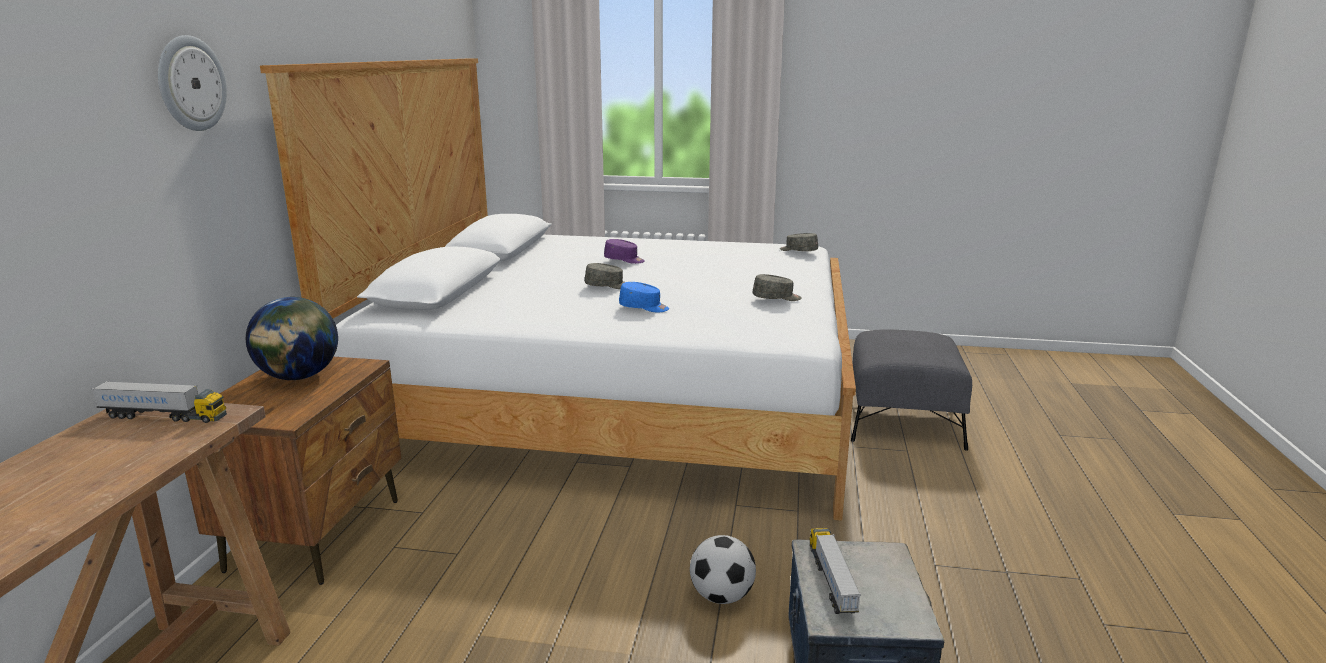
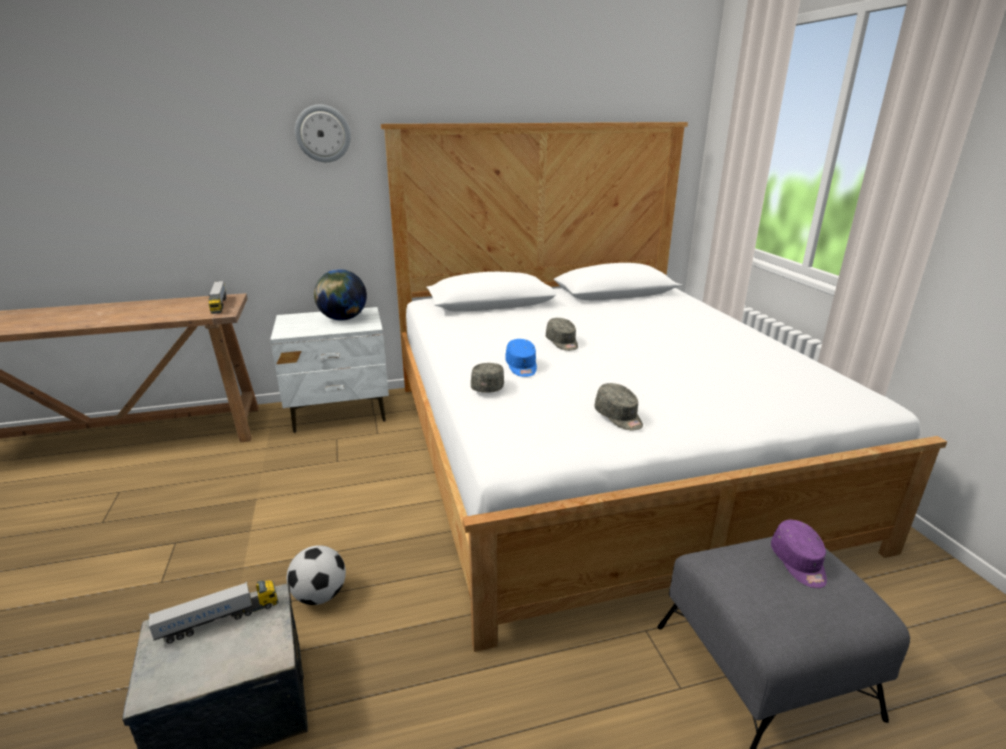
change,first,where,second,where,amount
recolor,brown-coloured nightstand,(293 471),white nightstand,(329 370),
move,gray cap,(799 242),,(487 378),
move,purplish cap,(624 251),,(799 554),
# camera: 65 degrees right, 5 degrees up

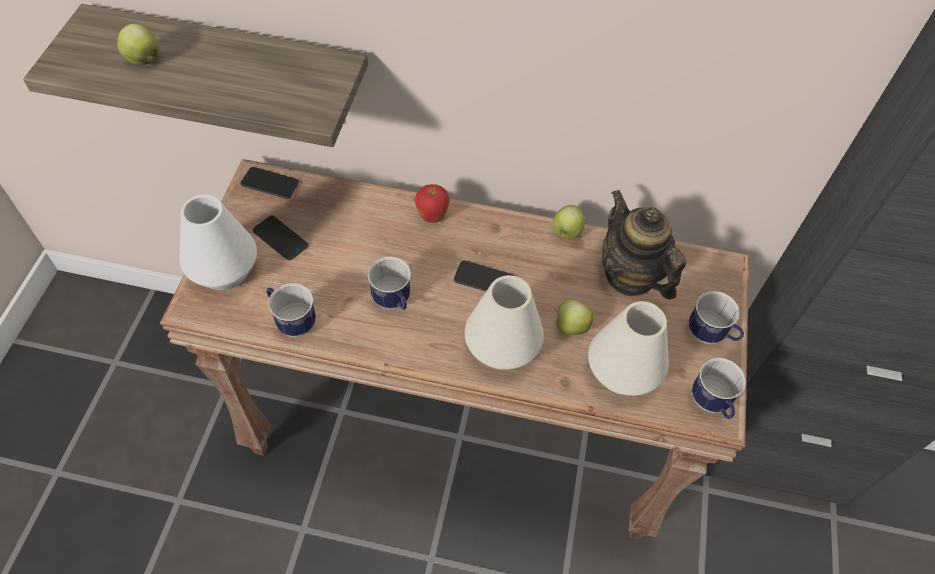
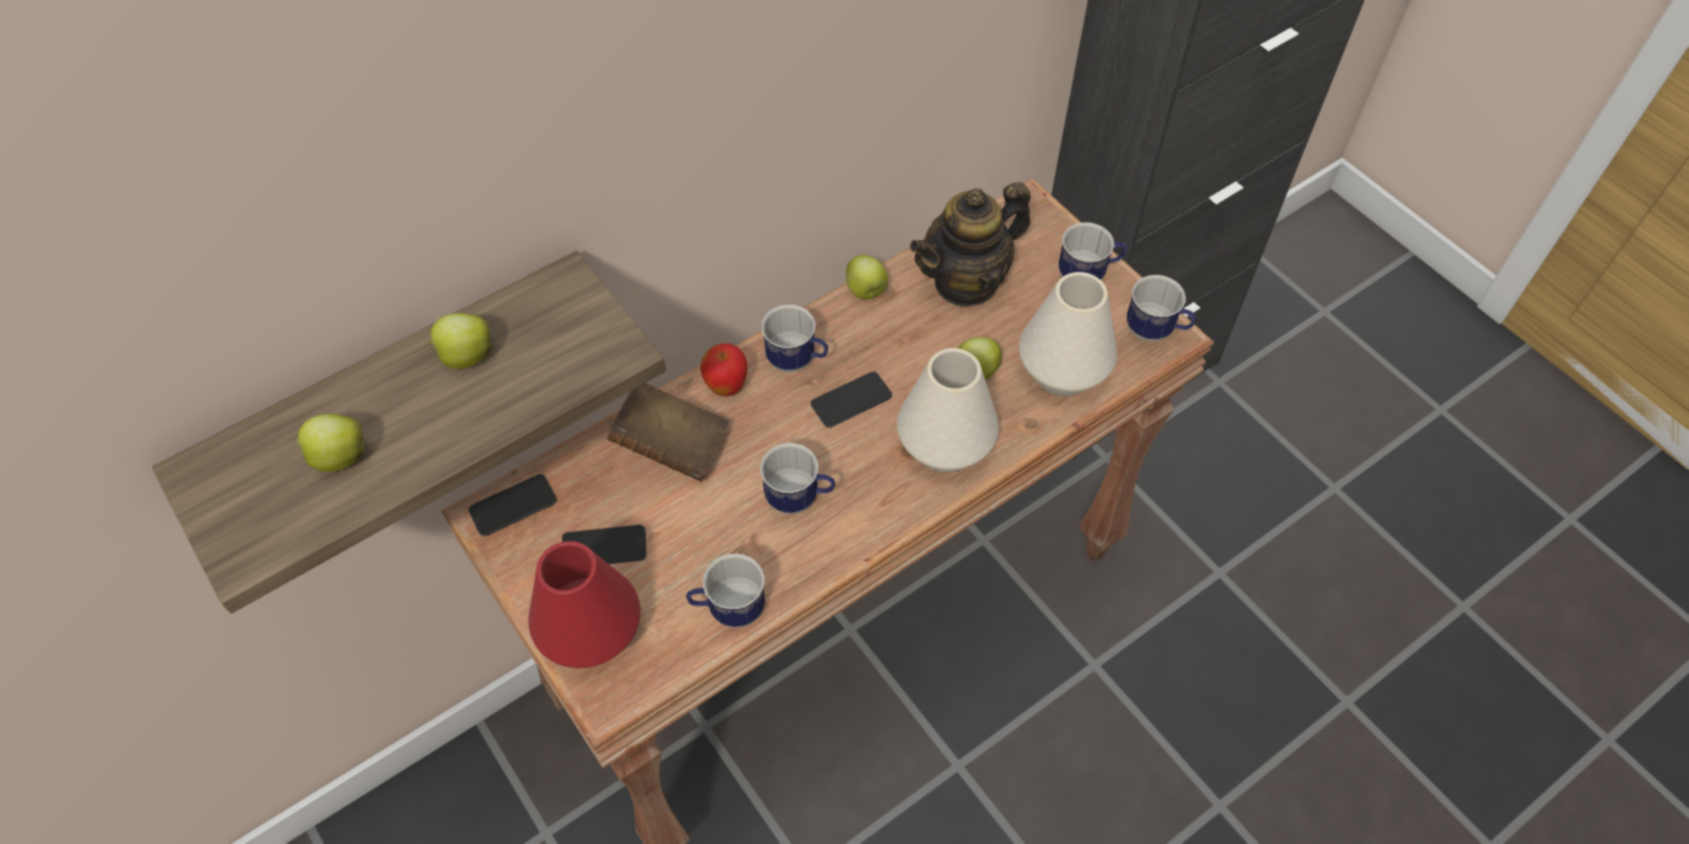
change,first,where,second,where,amount
insert,,,apple fruit,(459 341),
recolor,white flower vase,(218 242),red-coloured flower vase,(584 604),
insert,,,brown-coloured book,(668 432),
insert,,,coffee mug,(794 338),
rotate,teapot,(644 245),,(970 244),45 degrees counterclockwise
# camera: 45 degrees left, 0 degrees up

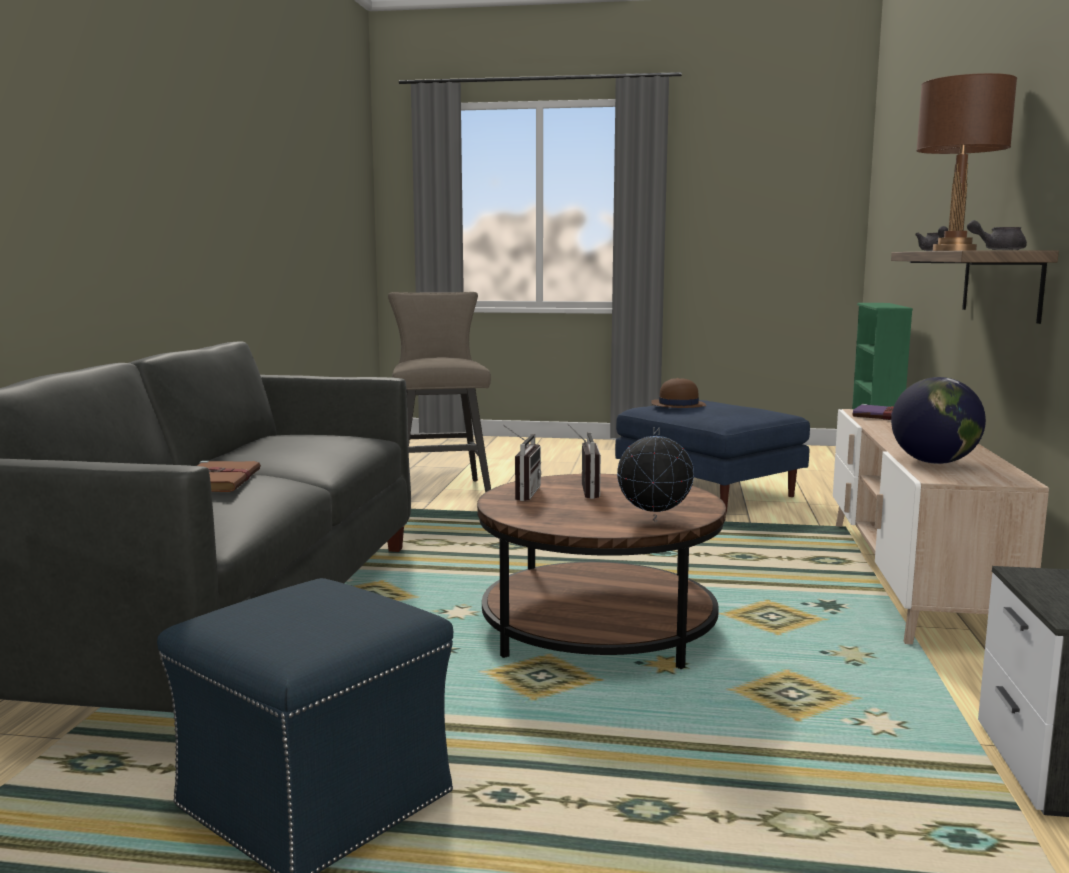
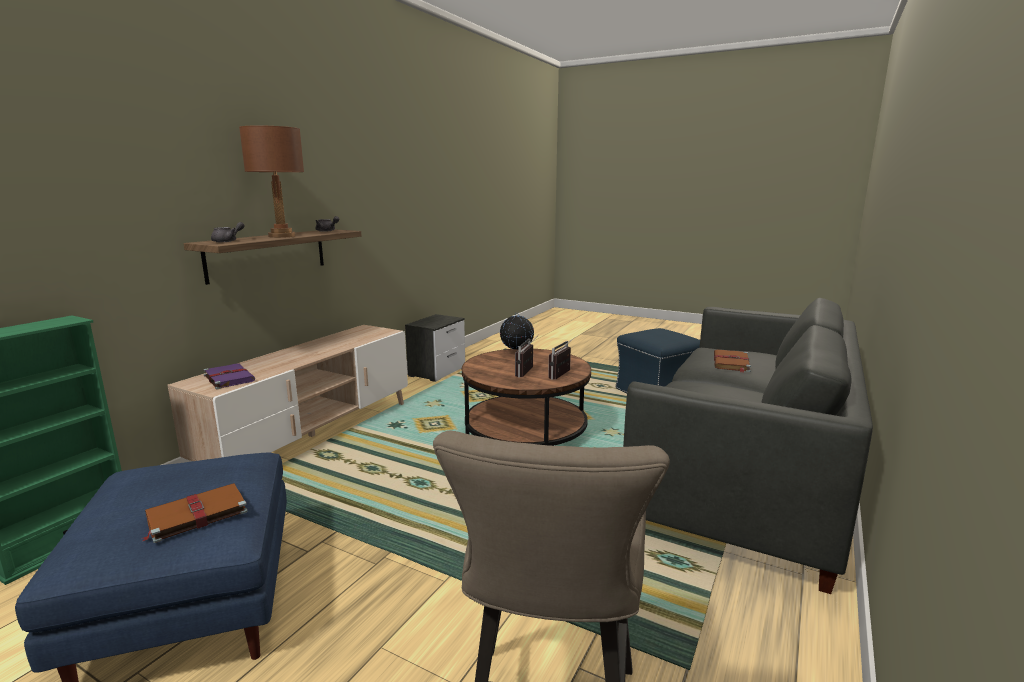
change,first,where,second,where,amount
replace,brown-coloured wearable hat,(678 393),brown-coloured book,(195 513),
delete,desk globe,(938 420),,,
# camera: 160 degrees left, 5 degrees up

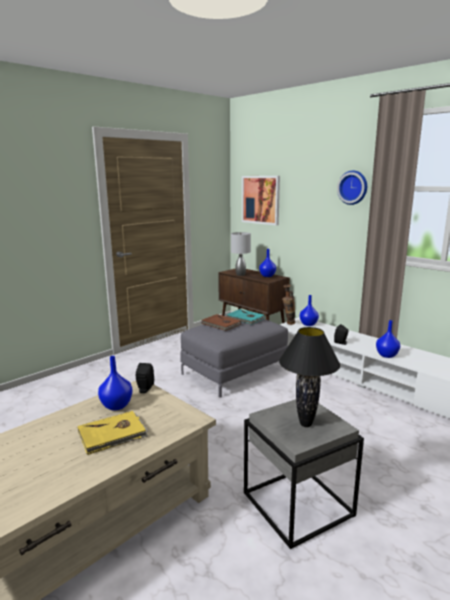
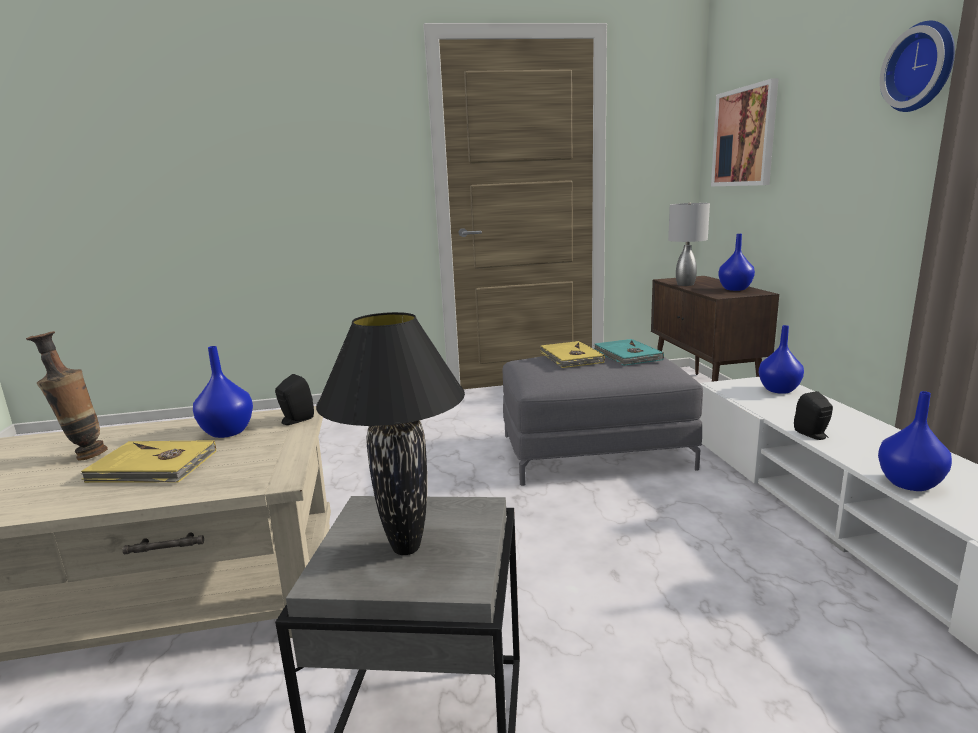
change,first,where,second,where,amount
move,flower vase,(288 304),,(67 396),
recolor,brown-coloured book,(221 322),yellow-coloured book,(572 354),
# camera: 35 degrees right, 0 degrees up

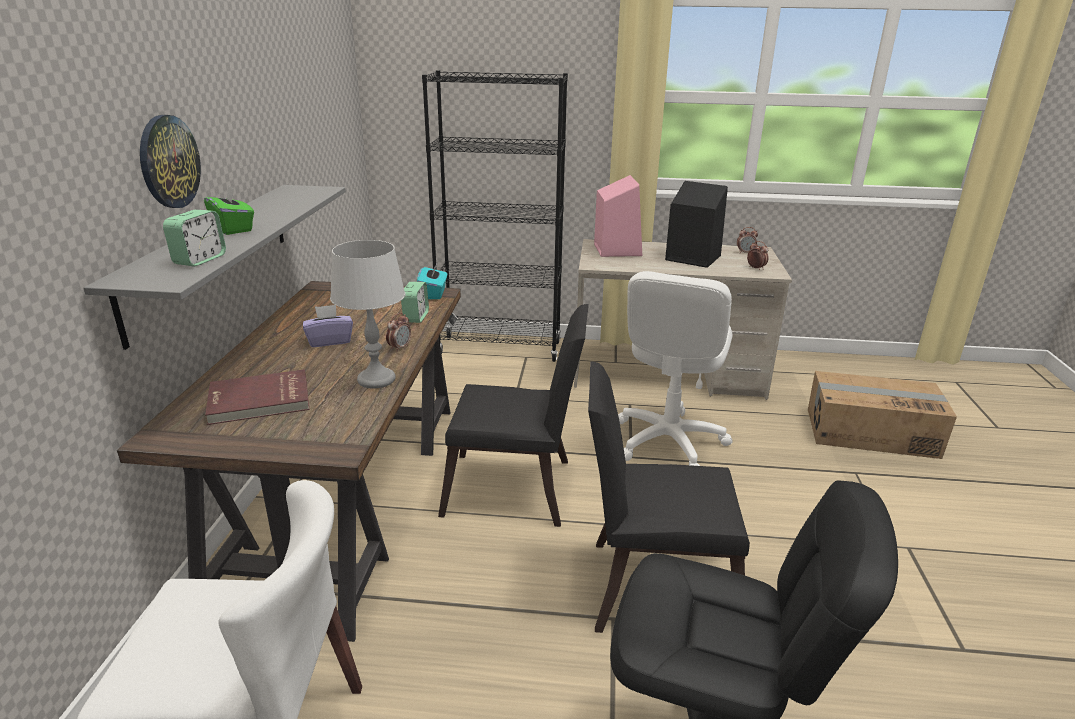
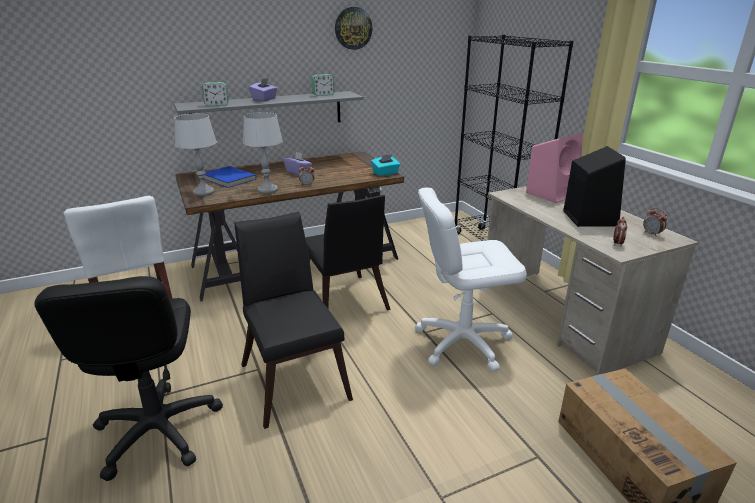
change,first,where,second,where,amount
insert,,,gray table lamp,(195 155),
recolor,red-coloured book,(257 397),blue book,(229 177),
recolor,greenish box of tissues,(229 210),purplish box of tissues,(263 89),
move,alarm clock,(415 302),,(323 85),
move,clock on the wall,(170 161),,(353 28),
# camera: 60 degrees right, 0 degrees up

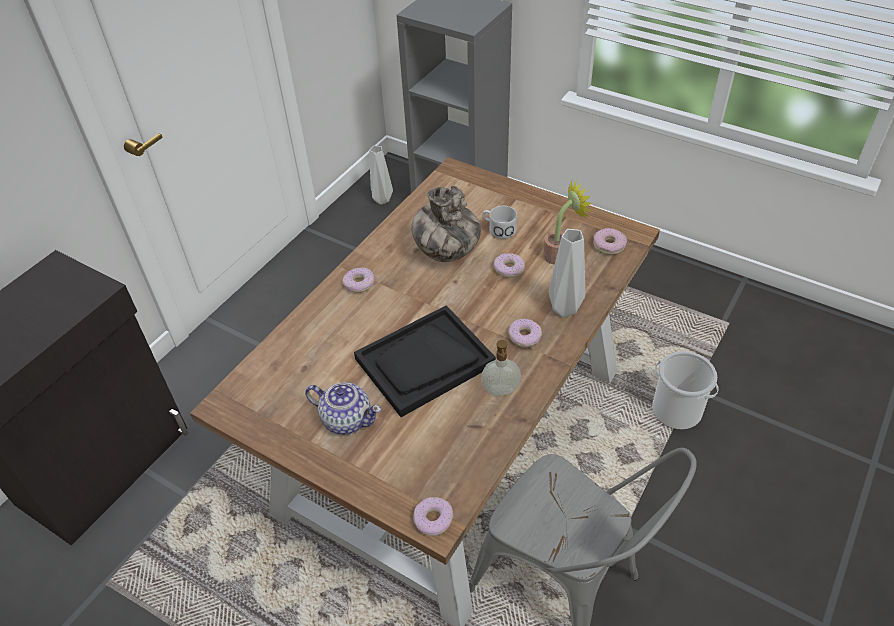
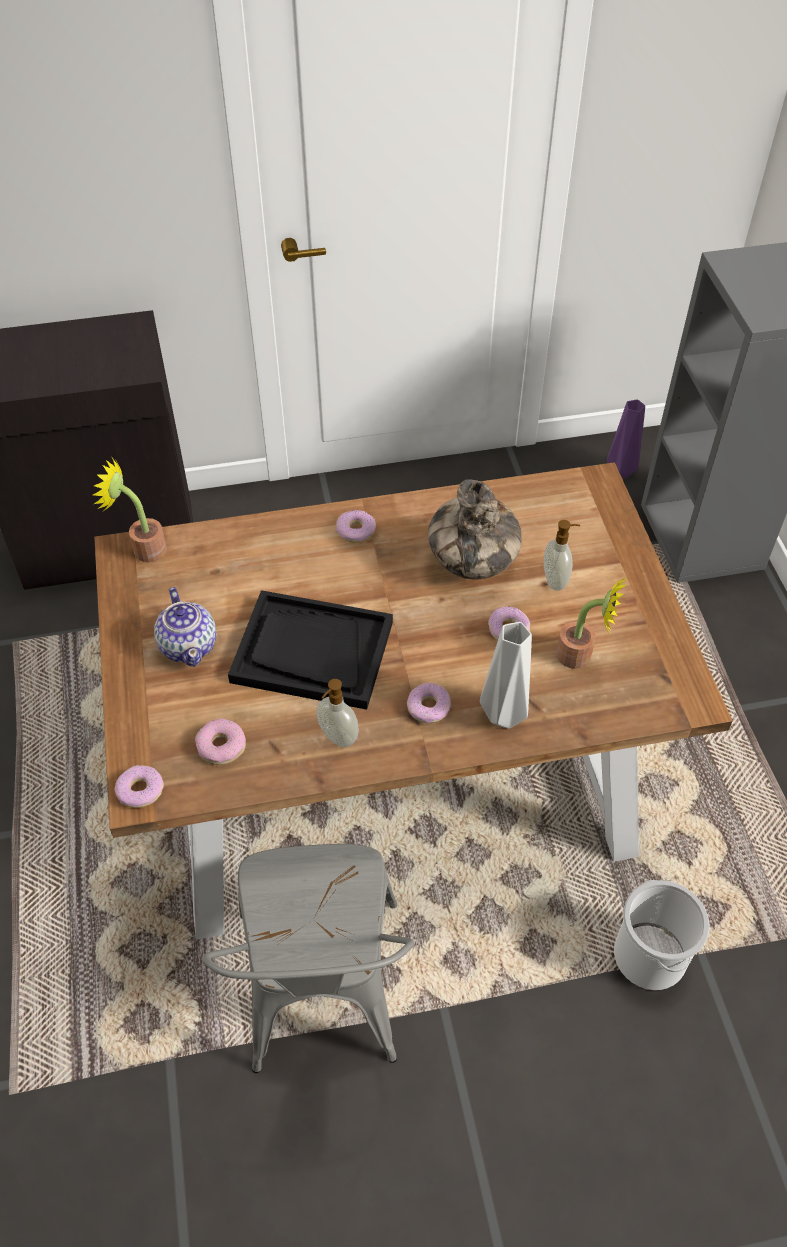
change,first,where,second,where,amount
insert,,,potted plant,(130 509),
move,donut,(610 241),,(220 741),
replace,white coffee mug,(499 222),soap dispenser,(562 555),
recolor,gray flower vase,(381 175),purplish flower vase,(626 438),
# camera: 45 degrees right, 5 degrees up

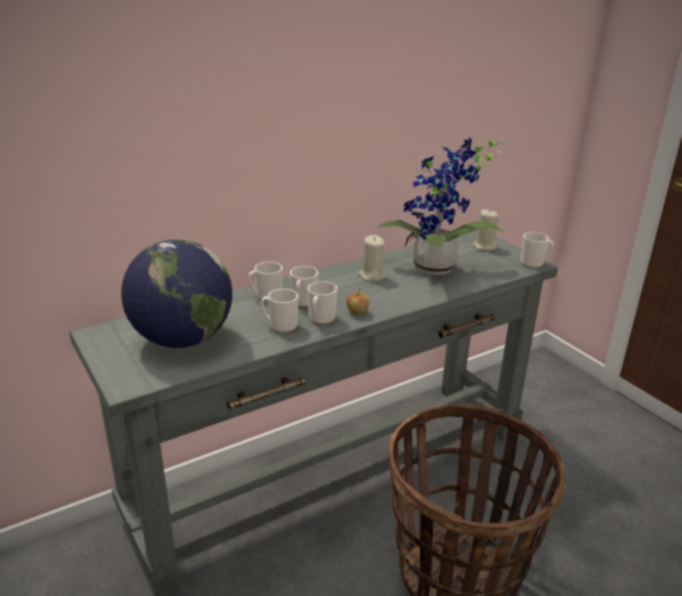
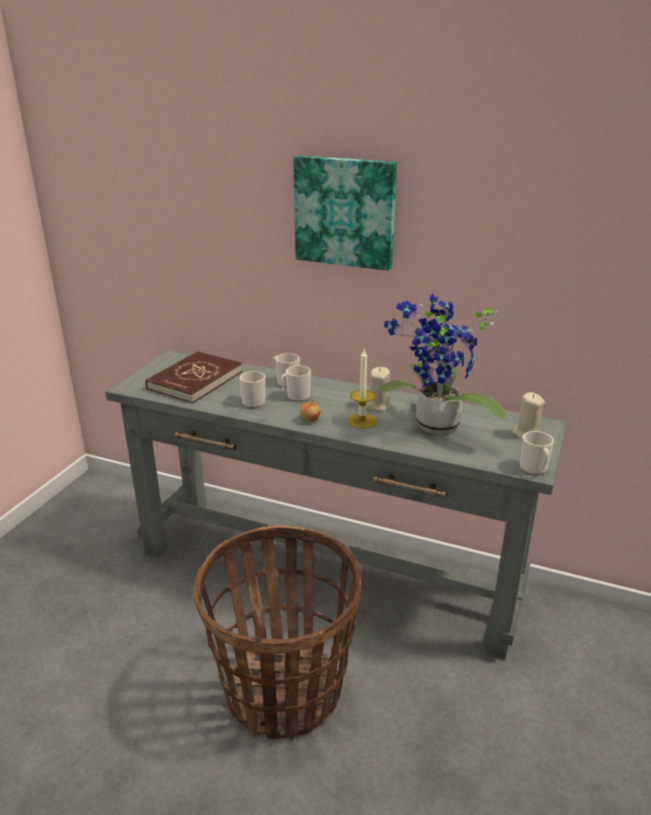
change,first,where,second,where,amount
replace,desk globe,(176 293),red-coloured book,(194 377),
insert,,,wall art,(345 213),
insert,,,candle,(362 388),
delete,coffee mug,(322 302),,,
# camera: 55 degrees right, 0 degrees up

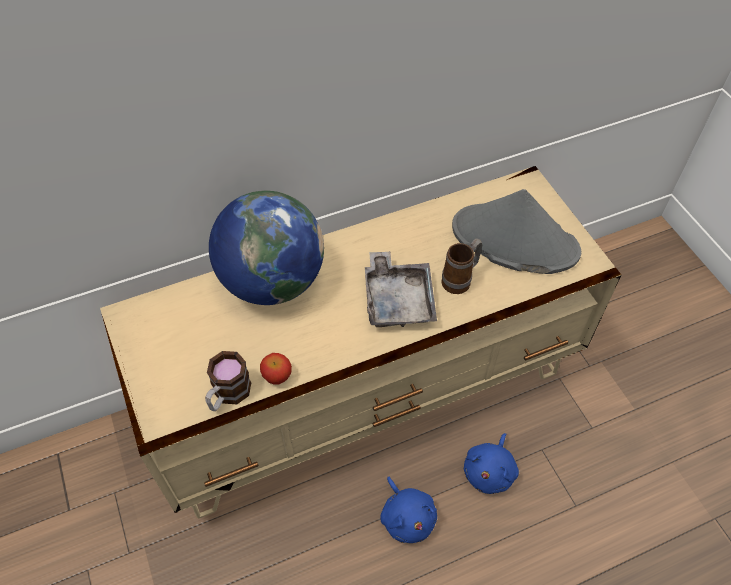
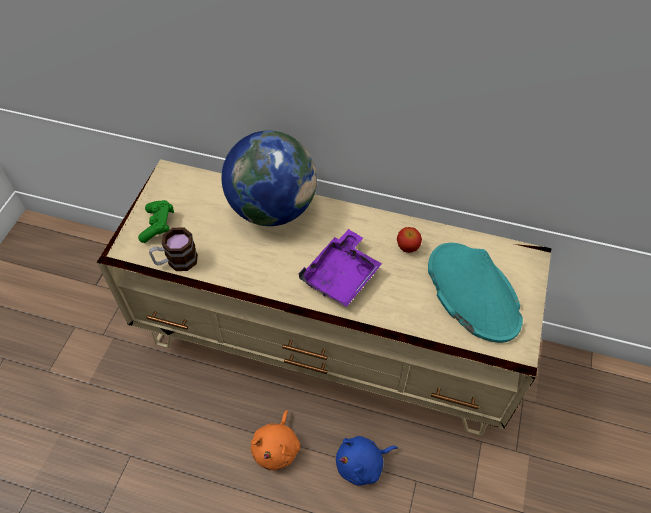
change,first,where,second,where,amount
insert,,,greenish gamepad,(156 221),
recolor,blue soft toy,(408 510),orangey soft toy,(275 440),
recolor,gray carrying tray,(401 289),purplish carrying tray,(340 268),
move,apple fruit,(276 369),,(409 240),
recolor,gray wearable hat,(516 231),turquoise wearable hat,(475 293),
delete,coffee mug,(462 266),,,
# camera: 40 degrees right, 0 degrees up

